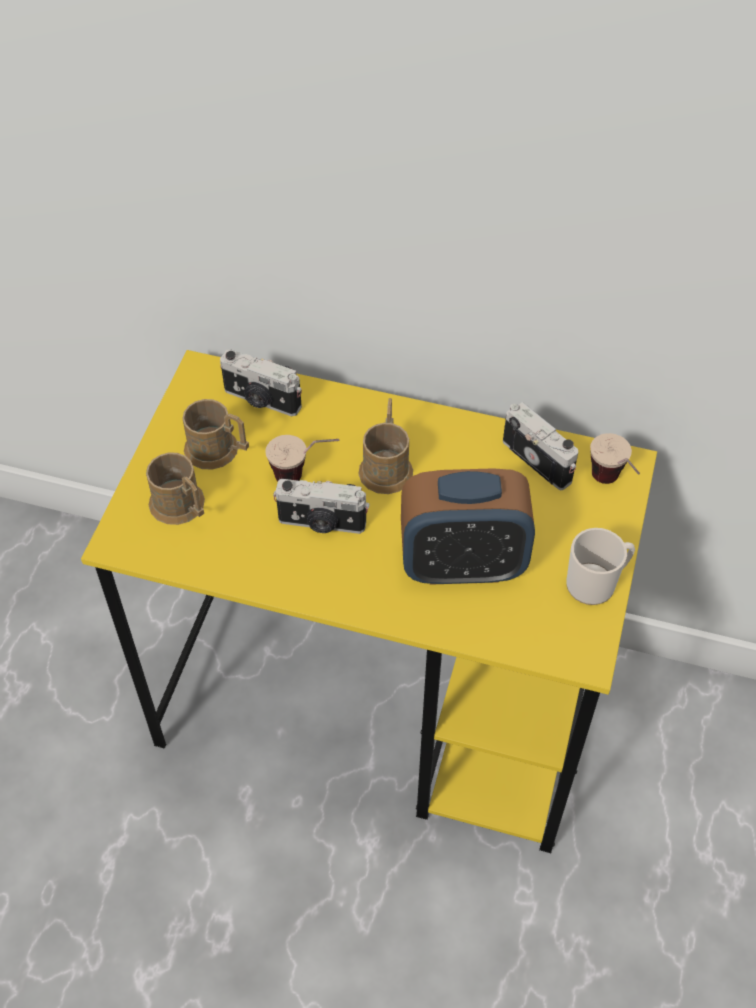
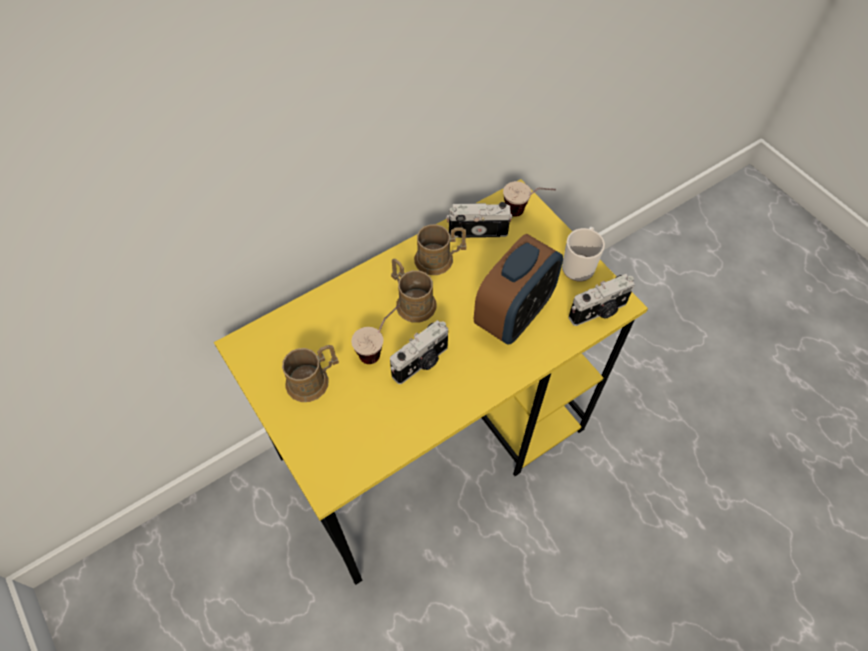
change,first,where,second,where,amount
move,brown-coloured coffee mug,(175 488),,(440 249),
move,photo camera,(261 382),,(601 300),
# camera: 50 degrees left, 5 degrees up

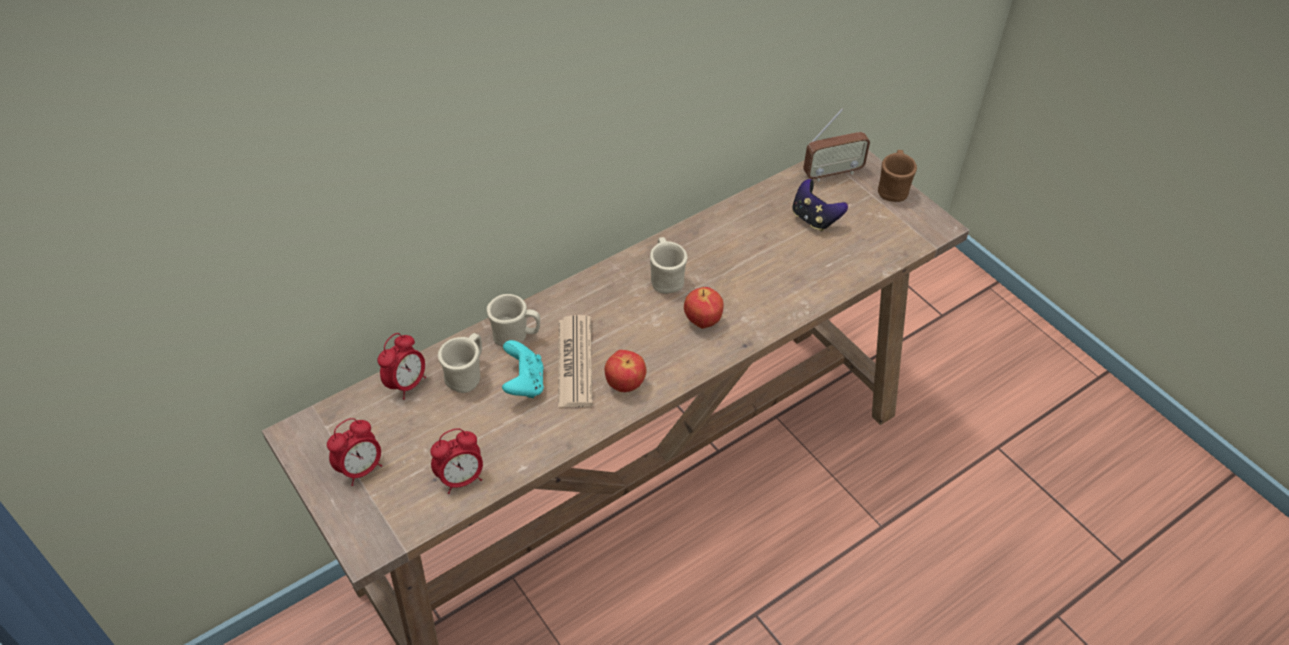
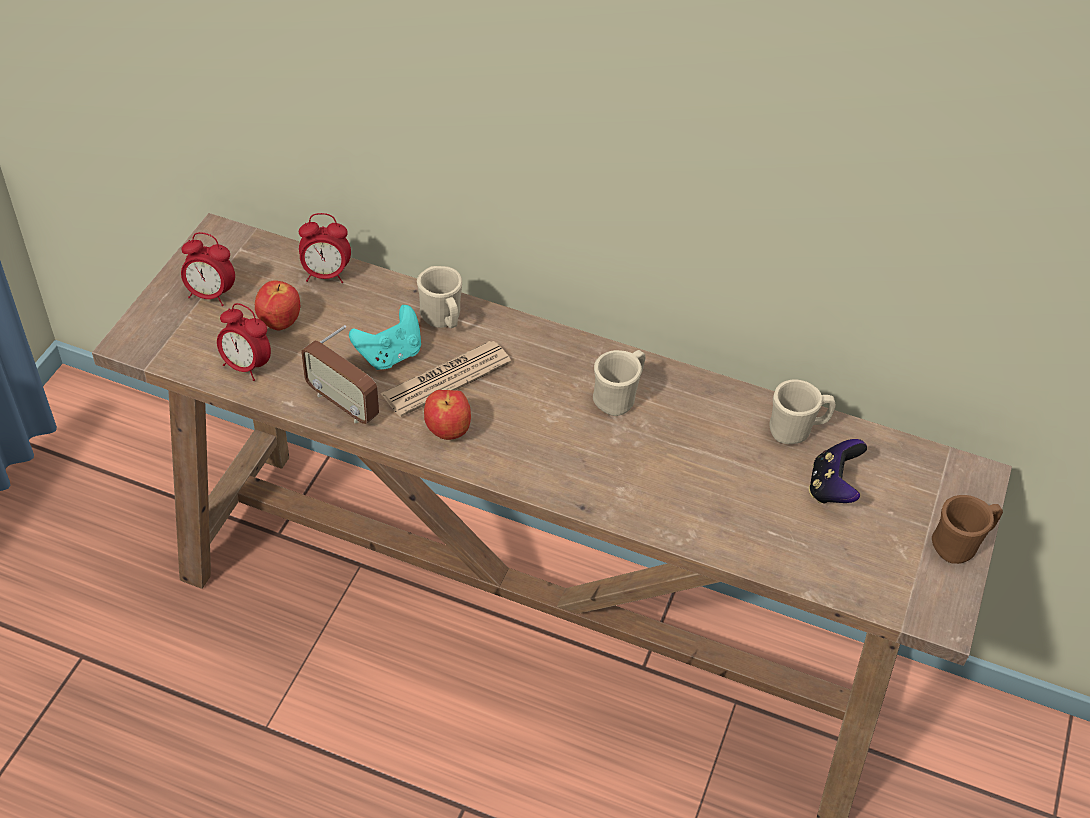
change,first,where,second,where,amount
move,apple fruit,(704 308),,(277 305),
move,radio set,(836 145),,(340 374),
move,sand-coloured coffee mug,(460 363),,(802 411),
# camera: 55 degrees right, 0 degrees up

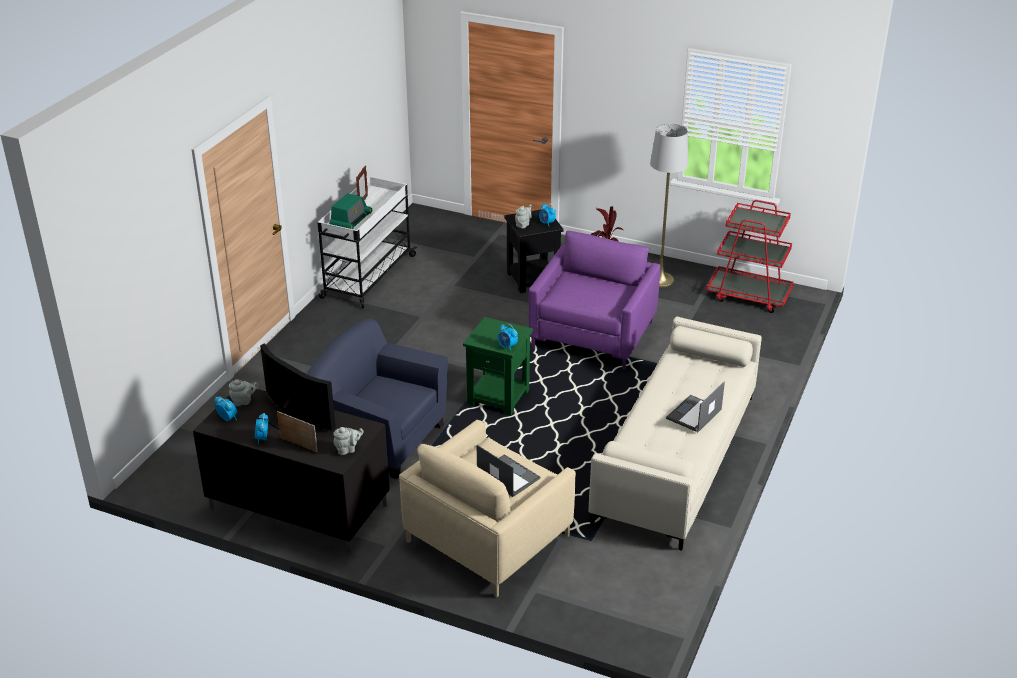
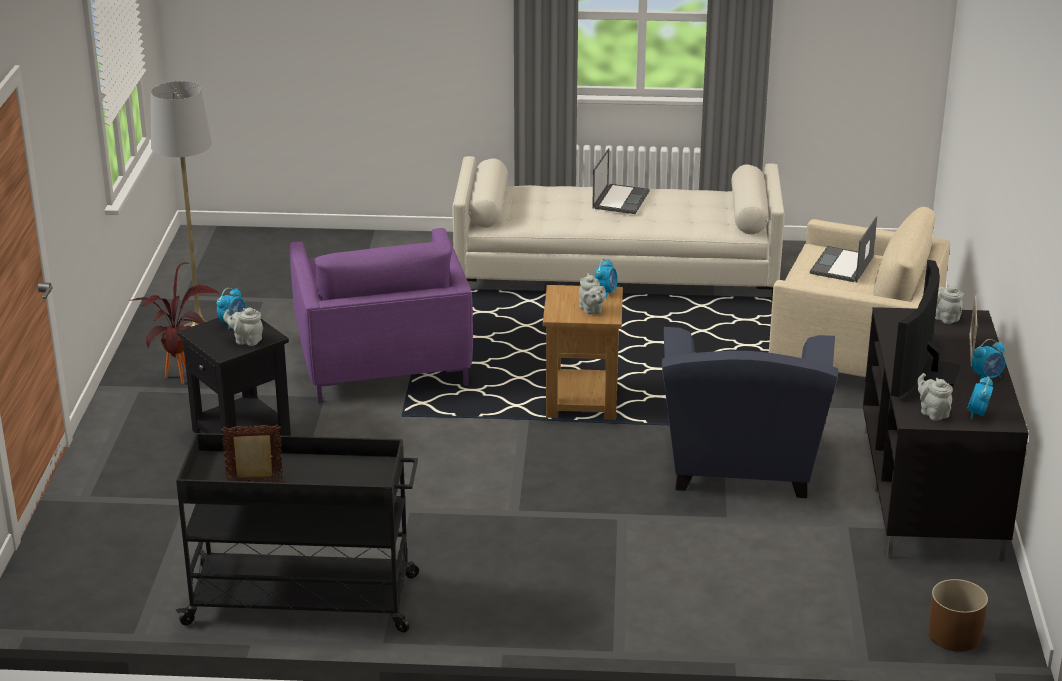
change,first,where,second,where,amount
recolor,white trolley,(367 242),black trolley,(297 533),
rotate,purplish armchair,(594 300),,(381 316),105 degrees counterclockwise
recolor,greenish end table,(498 366),brown-coloured end table,(583 352),
insert,,,gray teapot,(592 293),
rotate,portable computer,(695 407),,(621 181),90 degrees counterclockwise
insert,,,brown-coloured flower pot,(958 615),
delete,radio set,(350 211),,,
delete,red-coloured trolley,(750 256),,,
# camera: 110 degrees left, 5 degrees down

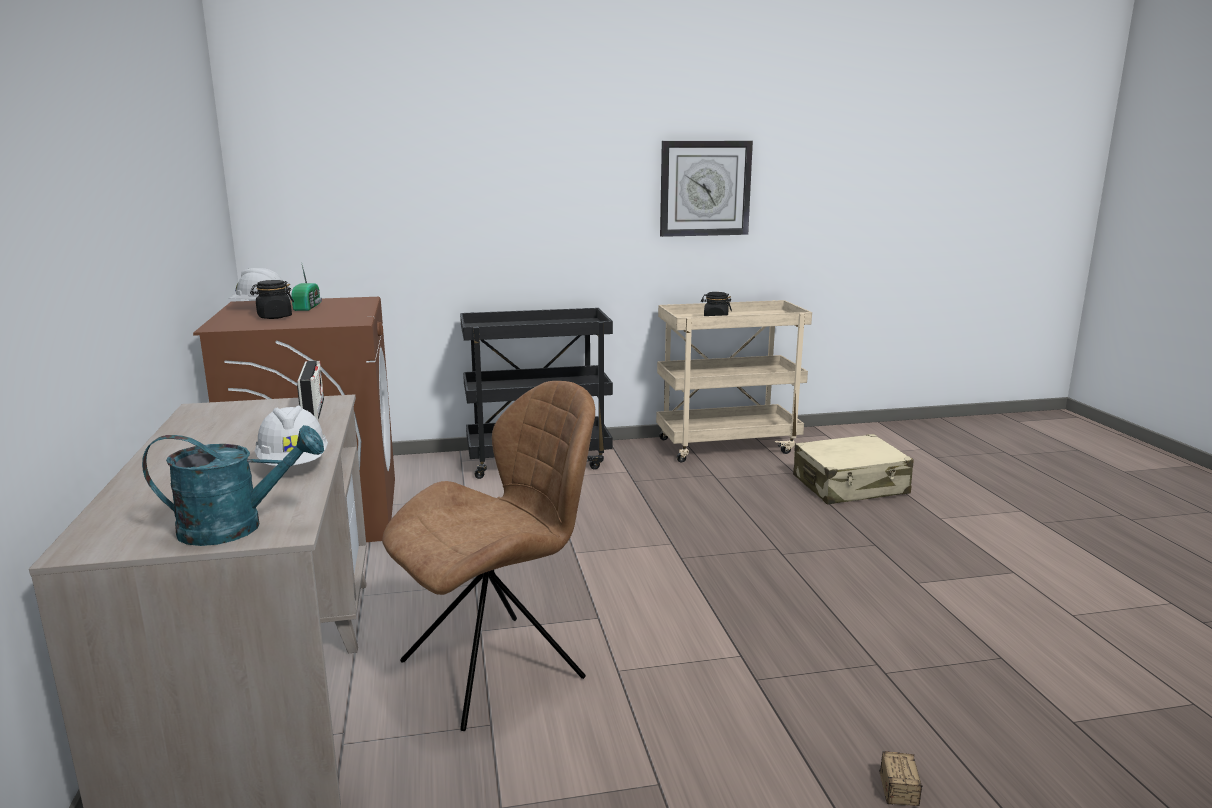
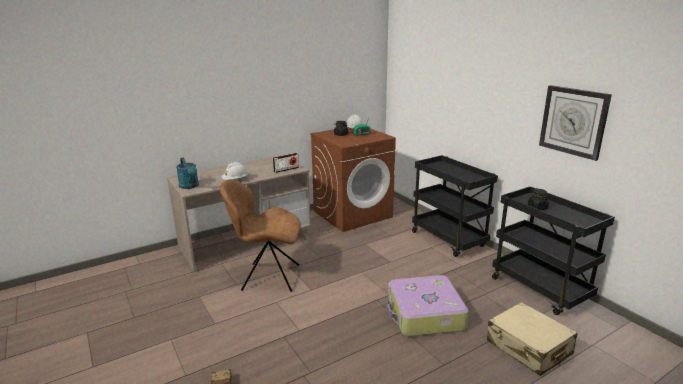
change,first,where,second,where,amount
rotate,brown-coloured chair,(488 556),,(260 235),150 degrees clockwise
insert,,,piece of luggage,(428 305),
recolor,sand-coloured trolley,(734 381),black trolley,(553 251),
# camera: 70 degrees right, 5 degrees up

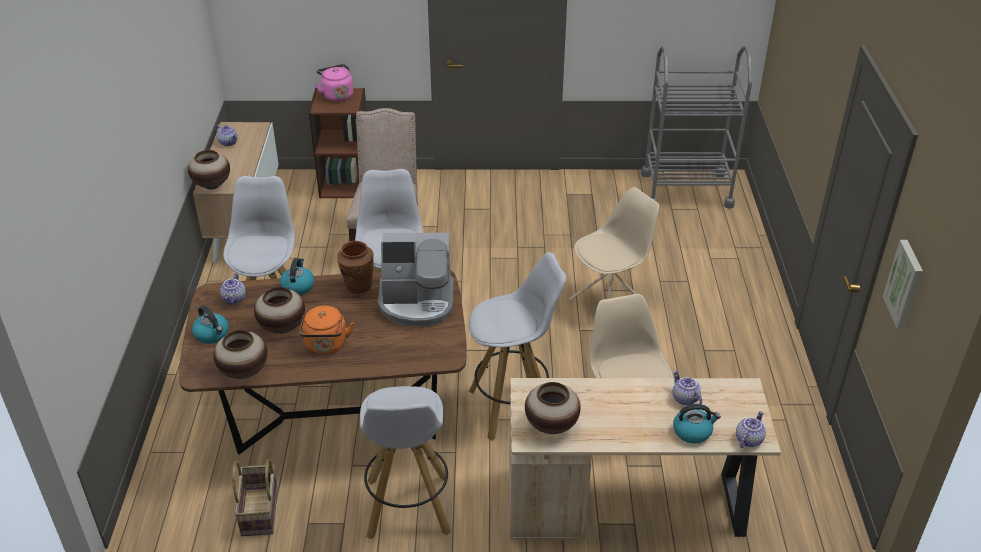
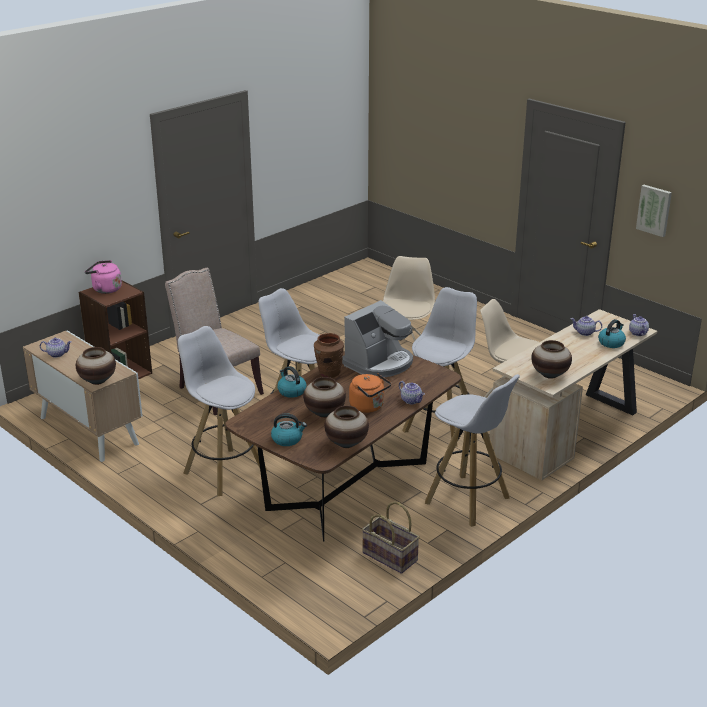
change,first,where,second,where,amount
move,teapot,(233 289),,(412 392),
delete,gray trolley,(696 127),,,
# camera: 45 degrees left, 10 degrees down

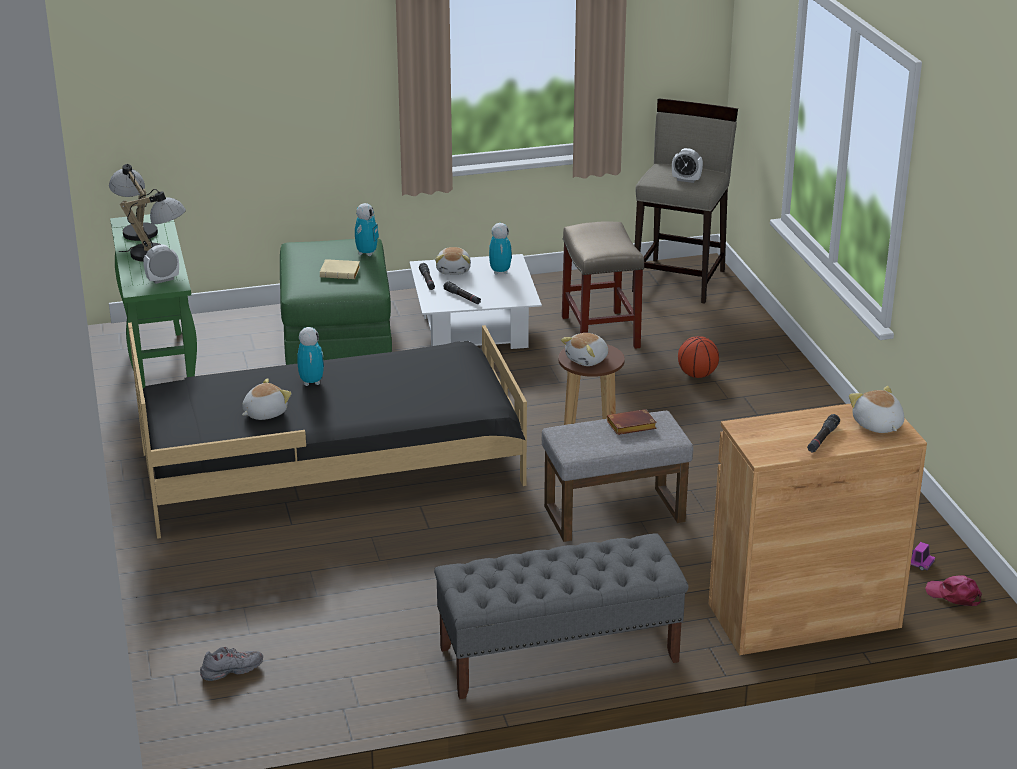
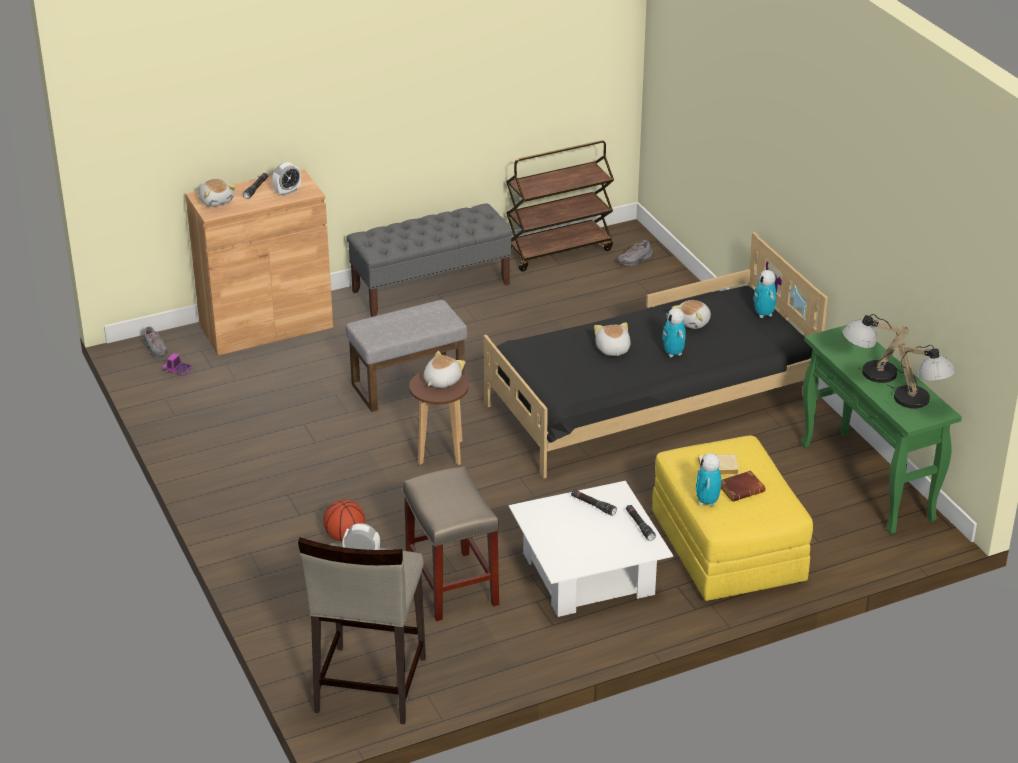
change,first,where,second,where,amount
replace,pink-coloured cap,(953 590),gray shoe,(154 342),
move,alarm clock,(161 264),,(286 179),
insert,,,brown-coloured trolley,(560 206),
move,soft toy,(453 261),,(612 339),
recolor,greenish ottoman,(336 302),yellow-coloured ottoman,(732 518),
move,brown-coloured book,(632 422),,(743 486),
move,model robot,(500 249),,(765 294),
# camera: 170 degrees right, 5 degrees up

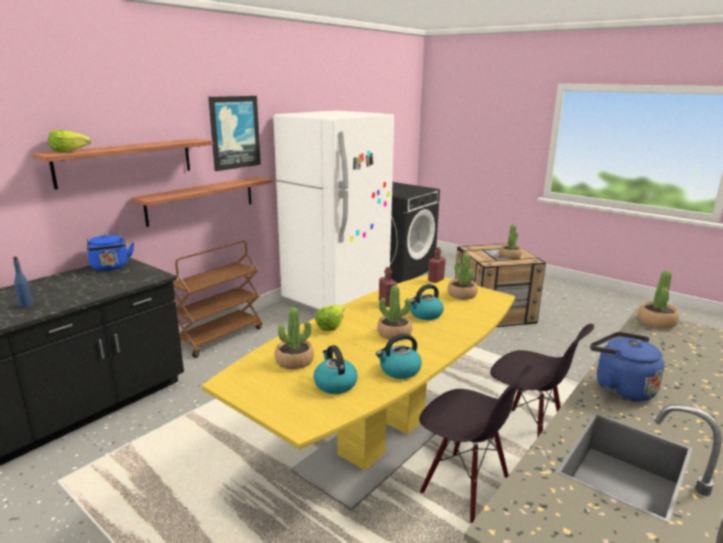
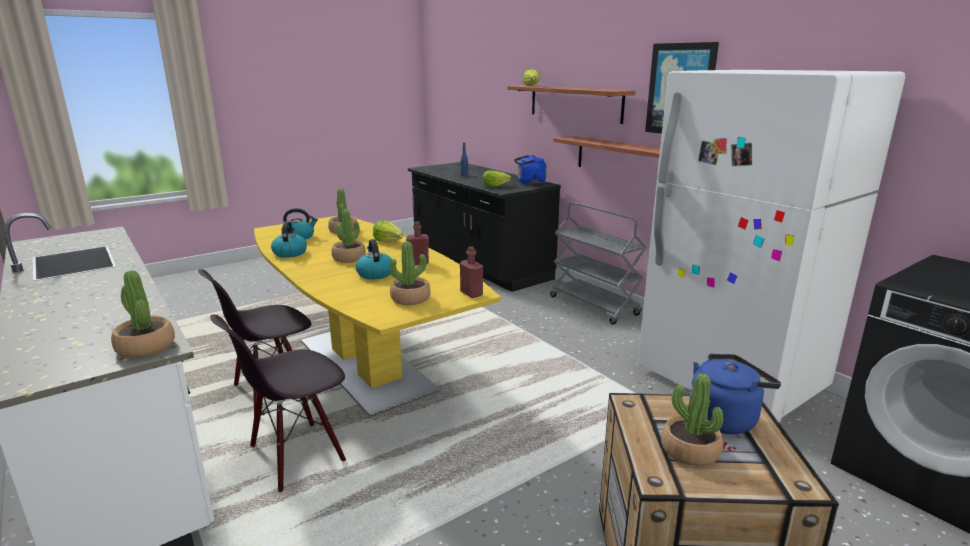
change,first,where,second,where,amount
insert,,,lettuce head,(497 178),
recolor,brown-coloured trolley,(217 299),gray trolley,(598 263),
move,blue tea kettle,(627 367),,(735 394),
# camera: 105 degrees right, 0 degrees up

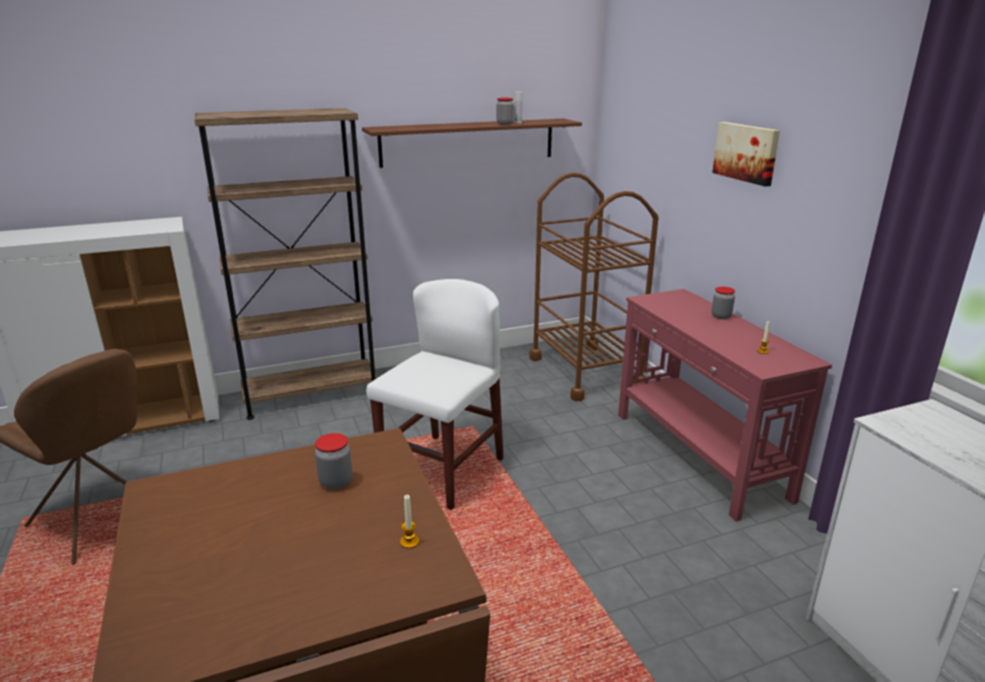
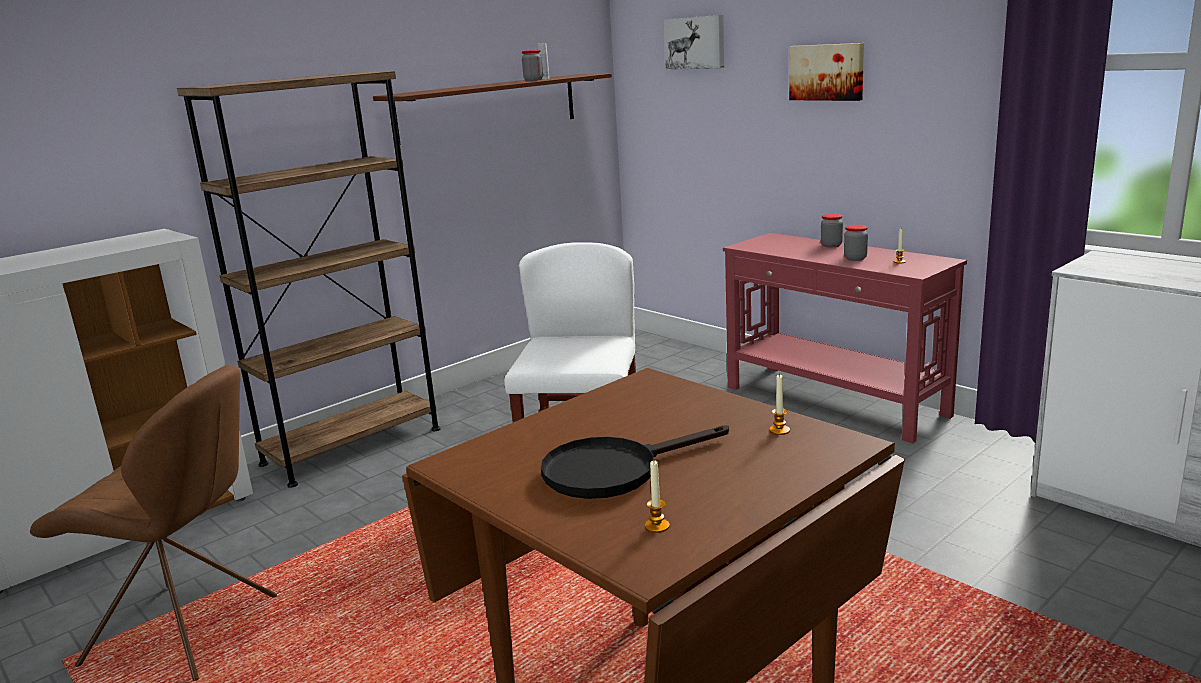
change,first,where,second,where,amount
insert,,,black skillet,(635 462),
insert,,,candle,(657 496),
insert,,,wall art,(694 42),
move,preserve jar,(333 461),,(856 243),
delete,brown-coloured trolley,(594 287),,,
# camera: 20 degrees left, 5 degrees down

